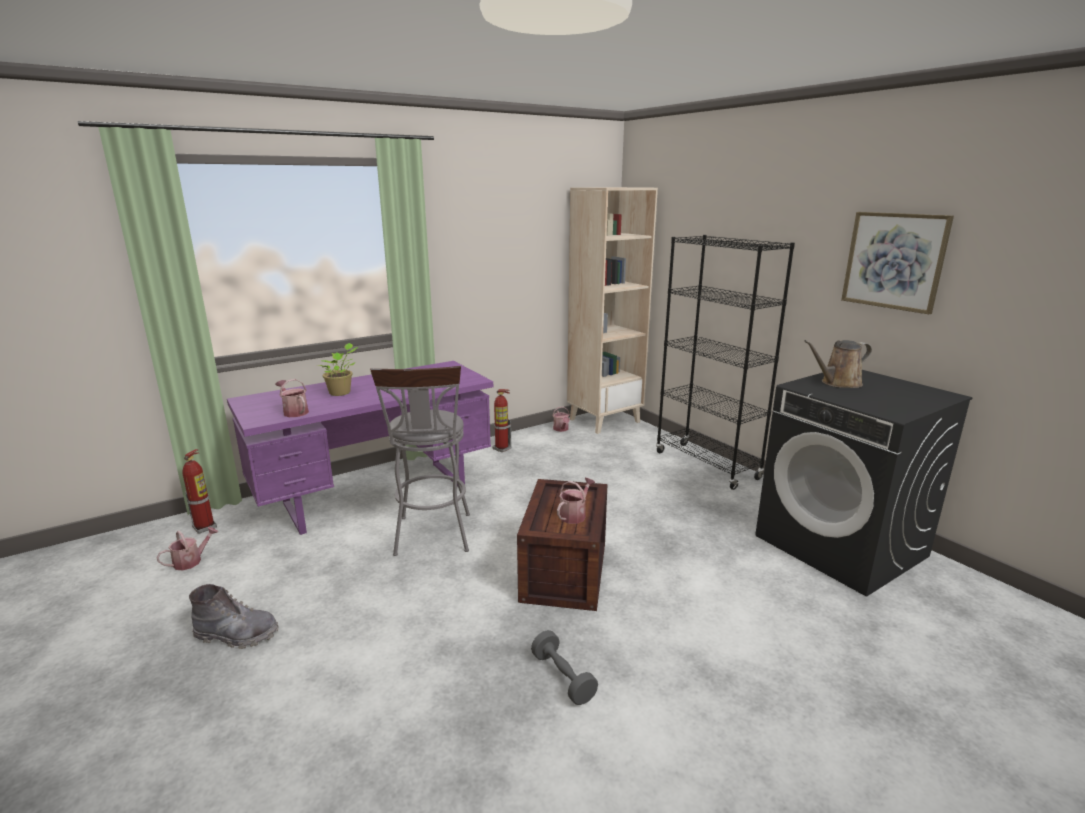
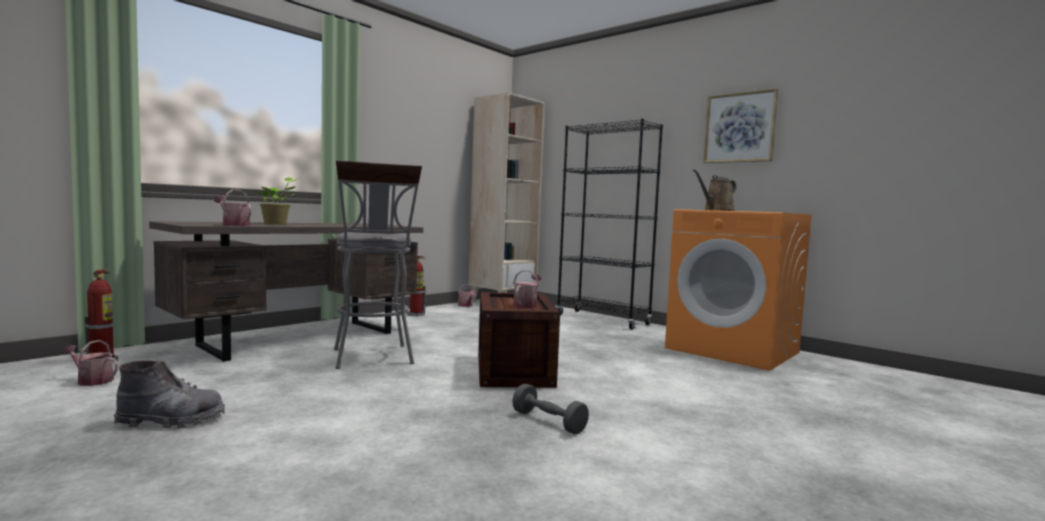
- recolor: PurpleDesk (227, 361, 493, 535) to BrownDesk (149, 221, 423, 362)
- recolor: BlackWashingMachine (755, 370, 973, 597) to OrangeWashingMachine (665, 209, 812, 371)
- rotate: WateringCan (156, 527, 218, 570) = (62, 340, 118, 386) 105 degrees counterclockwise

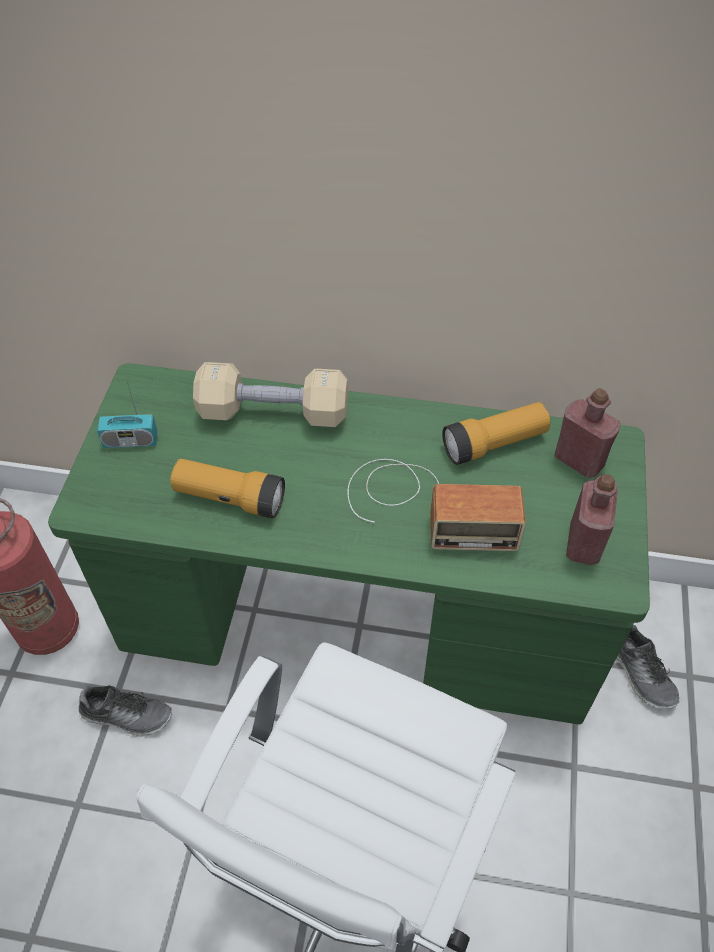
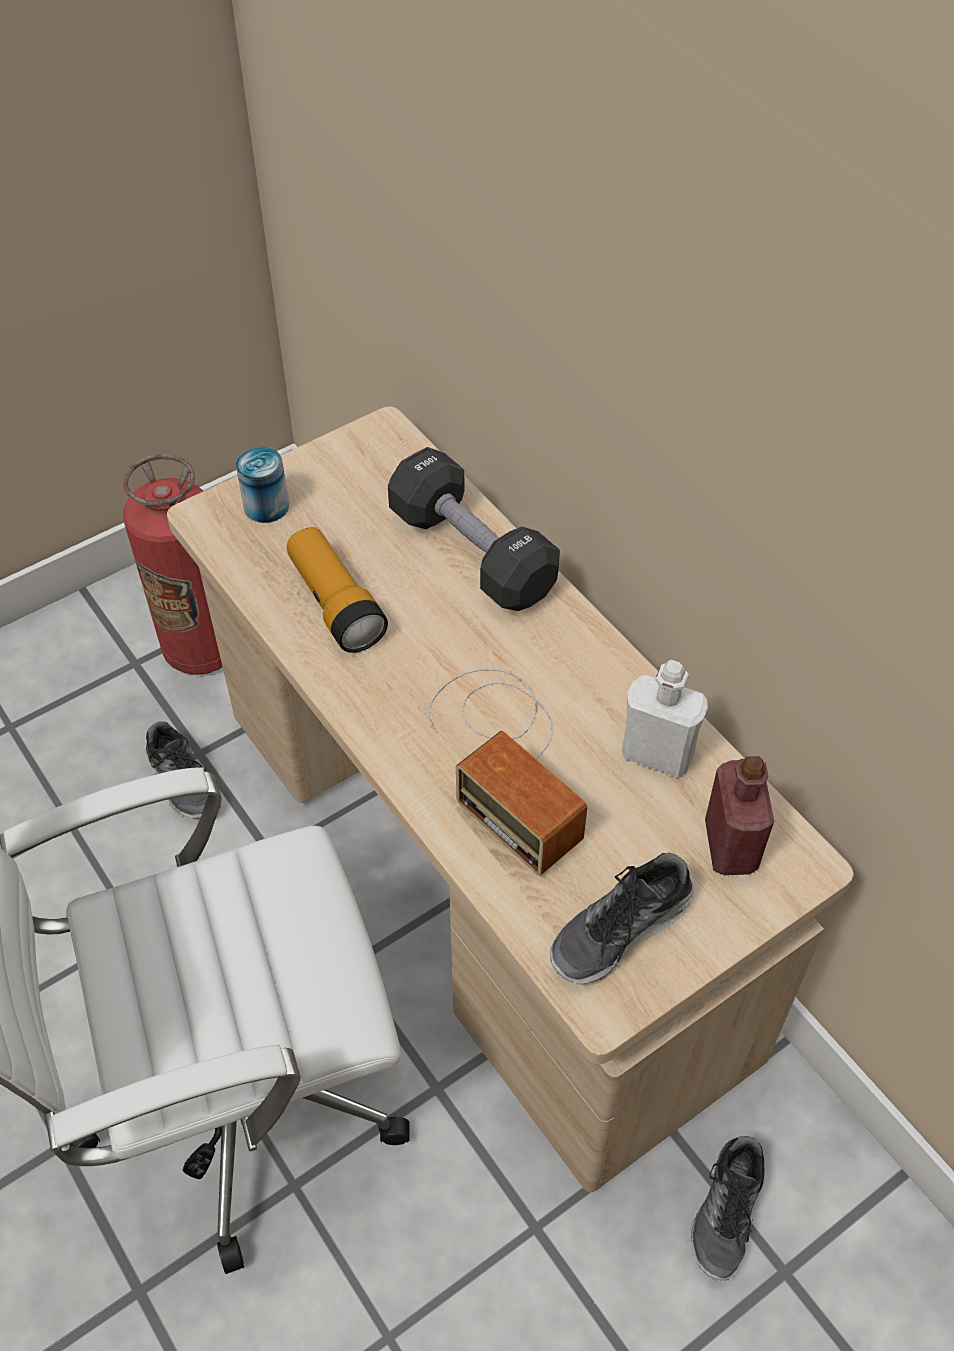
- recolor: BeigeDumbbell (193, 362, 348, 427) to BlackDumbbell (388, 447, 560, 611)
- recolor: GreenDesk (48, 363, 650, 724) to BeigeDesk (167, 406, 854, 1192)
- delete: Radio (97, 379, 157, 448)
- replace: Flashlight (442, 402, 550, 465) to WhiteBottle (622, 660, 708, 778)
- replace: RedBottle (566, 474, 618, 565) to Shoe (550, 852, 694, 985)
- insert: Can (236, 447, 289, 523)

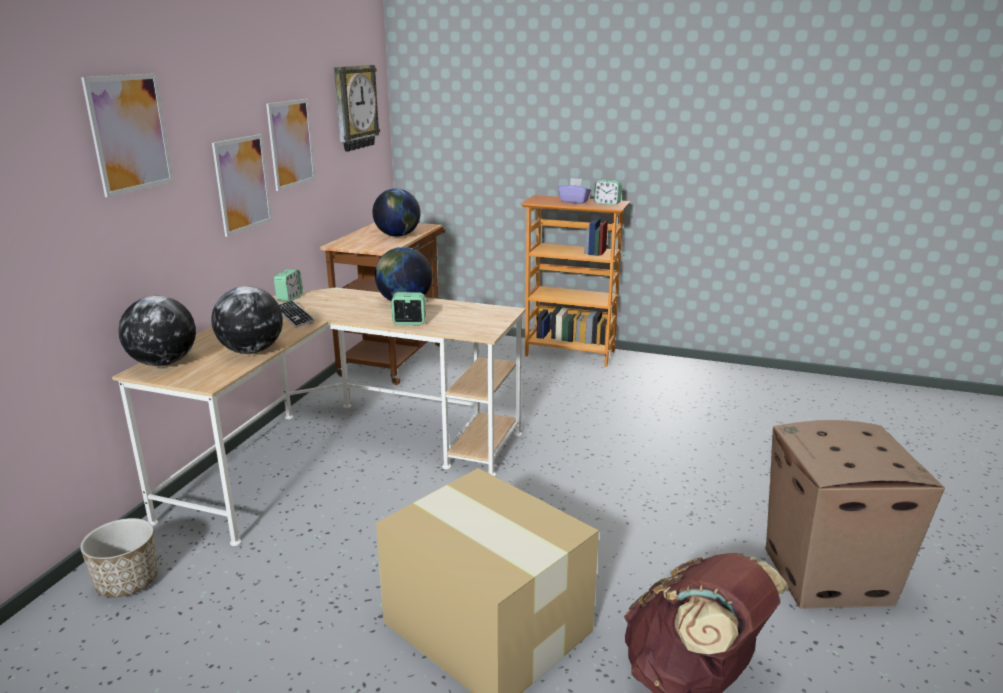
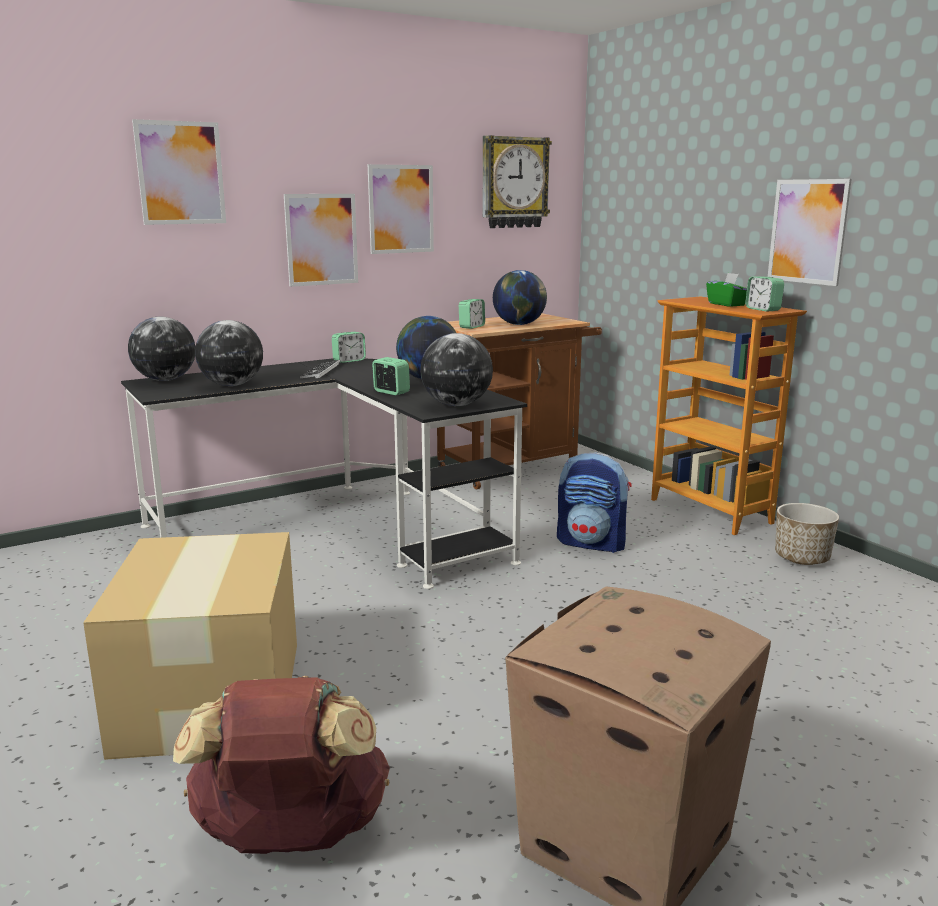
- recolor: PurpleTissueBox (558, 178, 591, 204) to GreenTissueBox (706, 273, 747, 307)
- recolor: BeigeDesk (112, 287, 526, 546) to BlackDesk (121, 358, 527, 589)
- move: Planter (80, 518, 158, 597) to (775, 503, 839, 565)
- insert: Picture (768, 179, 852, 286)
- insert: AlarmClock (459, 299, 485, 329)
- insert: Globe (420, 333, 493, 406)
- insert: Backpack (557, 453, 632, 553)

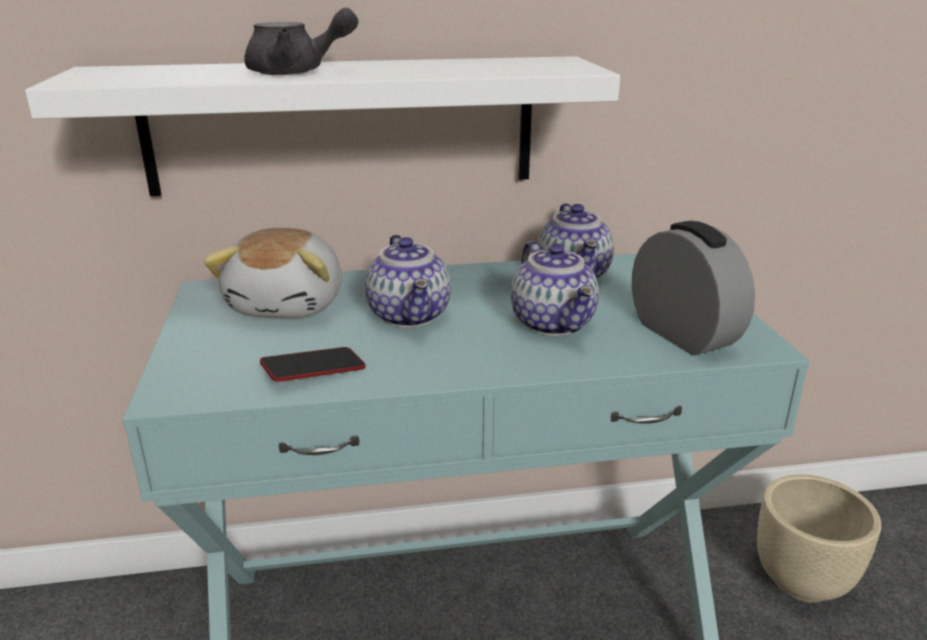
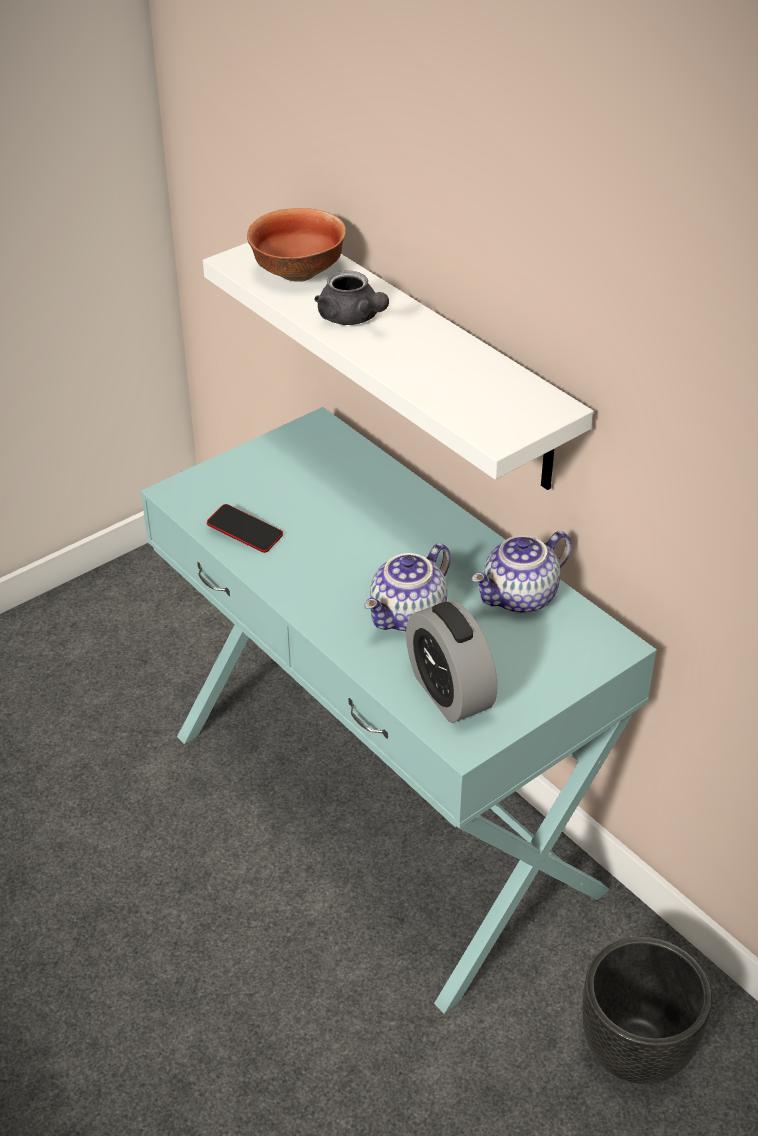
- rotate: AlarmClock (632, 221, 755, 356) = (406, 601, 497, 723) 120 degrees clockwise
- delete: PlushToy (203, 228, 342, 318)
- delete: Teapot (365, 235, 451, 328)
- recolor: BeigePlanter (757, 474, 881, 603) to BlackPlanter (582, 937, 712, 1084)
- insert: Bowl (247, 208, 346, 281)

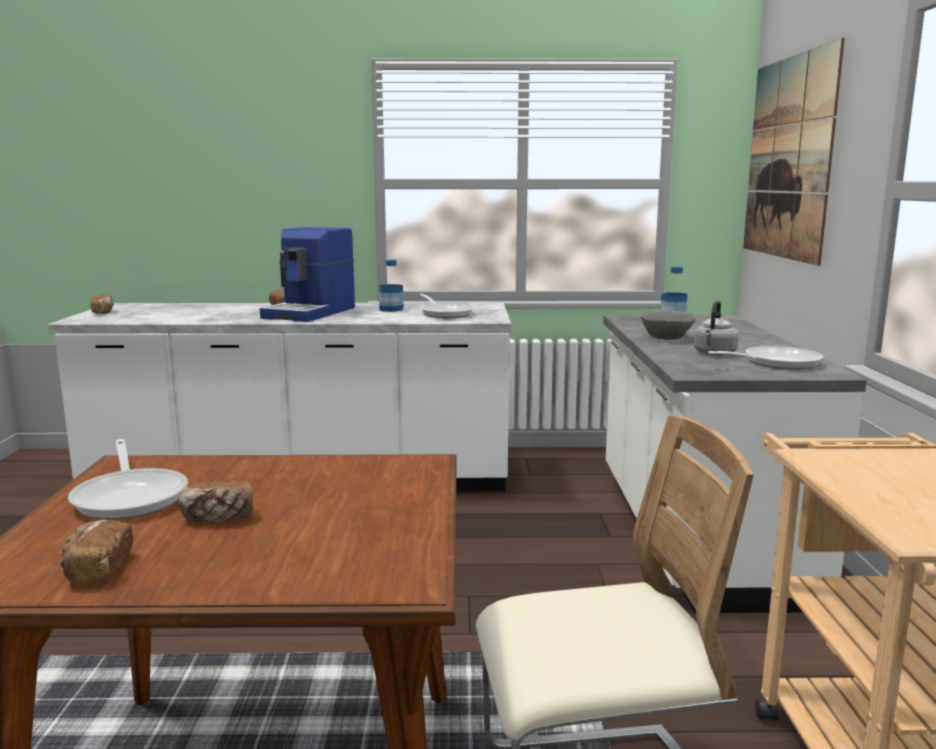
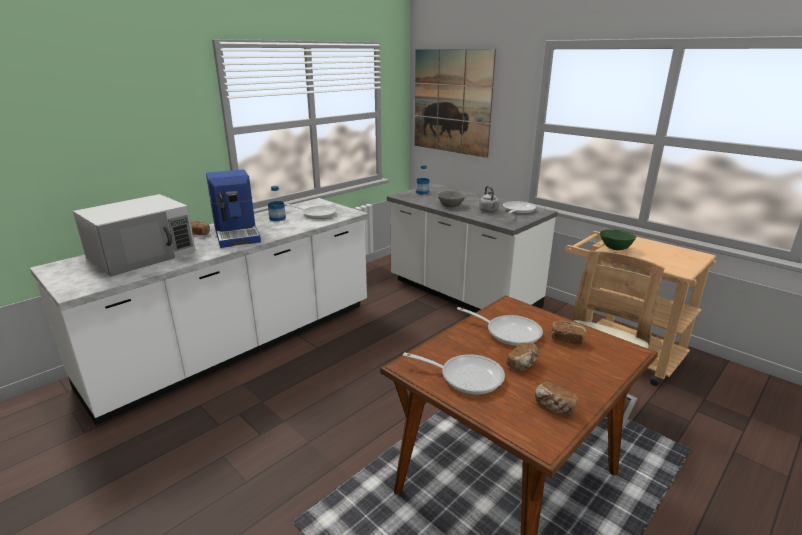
- move: Bread (90, 294, 114, 314) to (551, 321, 586, 345)
- insert: WhiteMicrowave (73, 194, 196, 277)
- insert: GreenBowl (600, 229, 636, 250)
- insert: FryingPan (457, 307, 543, 346)

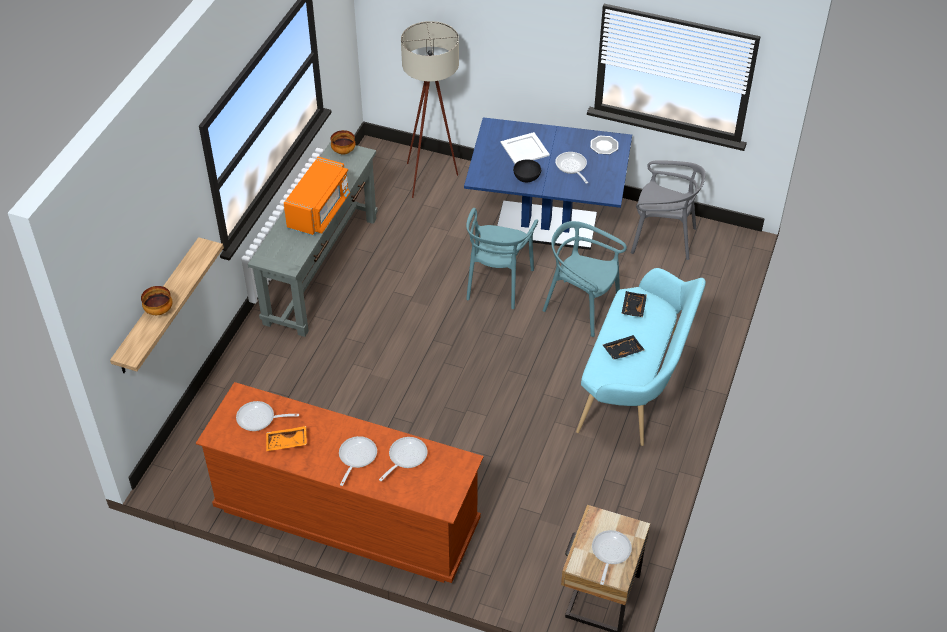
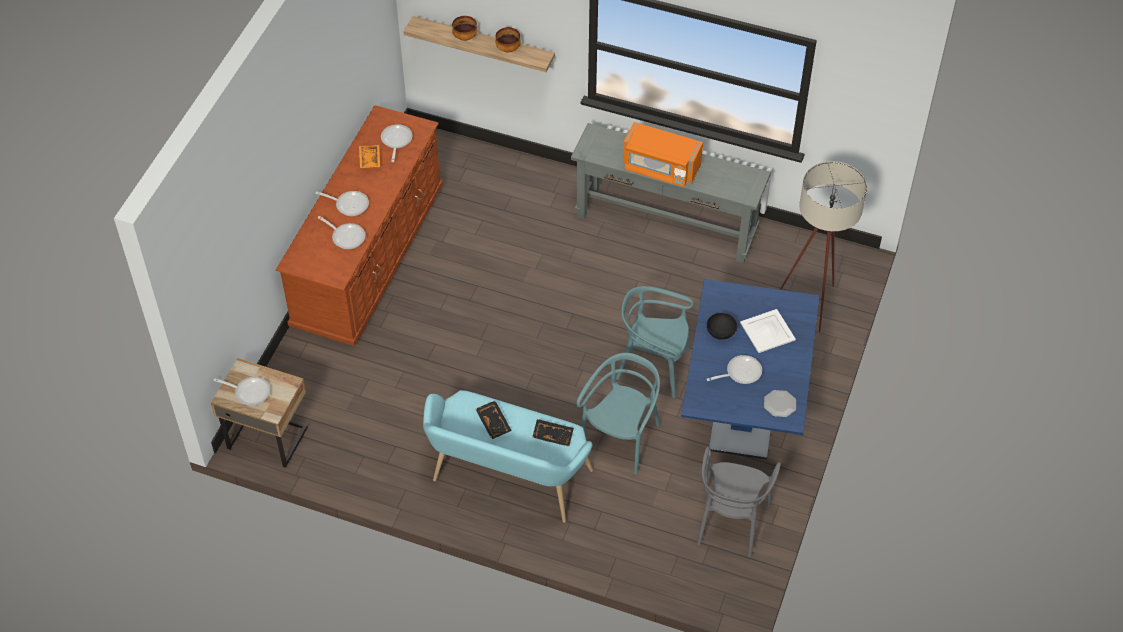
- move: Bowl (331, 130, 355, 155) to (495, 27, 521, 52)

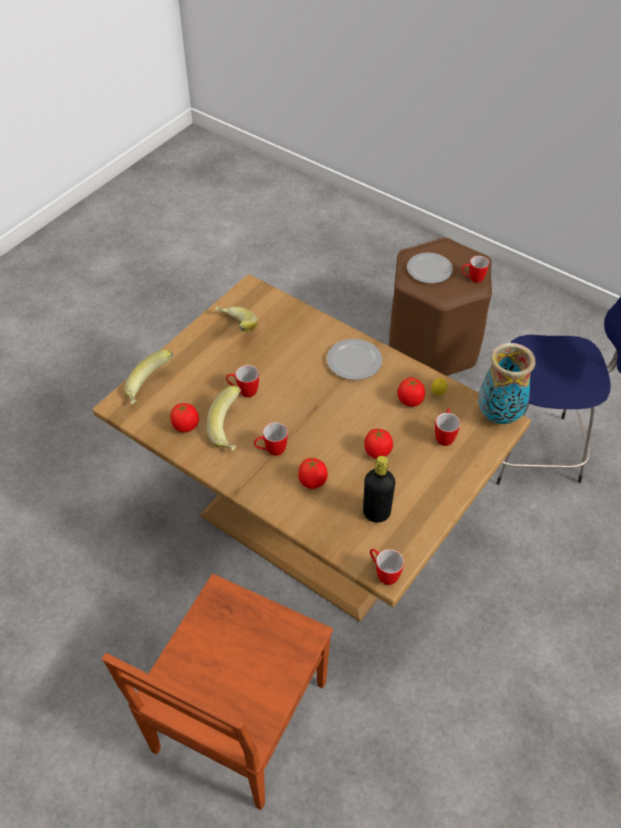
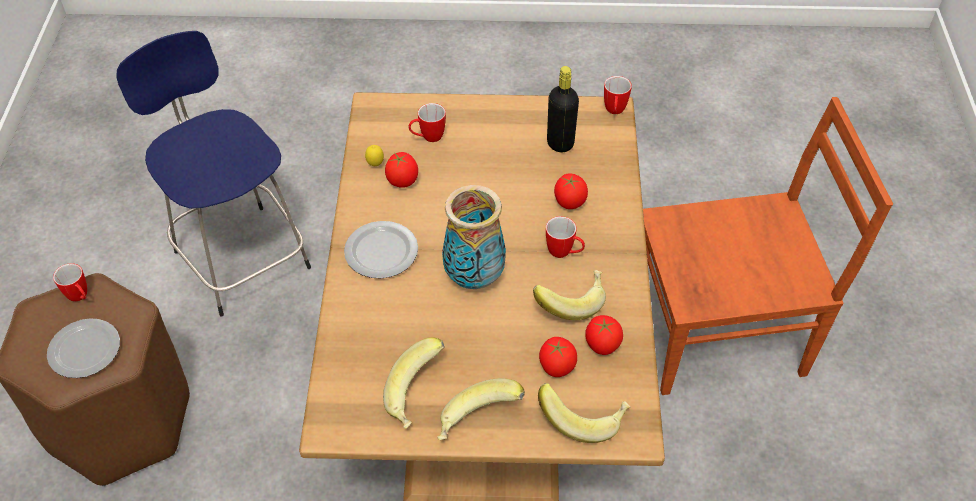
- move: Vase (478, 343, 536, 424) to (442, 185, 506, 289)
- delete: Mug (226, 365, 259, 397)
- move: Tomato (364, 428, 393, 459) to (539, 337, 577, 377)
- insert: Banana (437, 378, 524, 440)

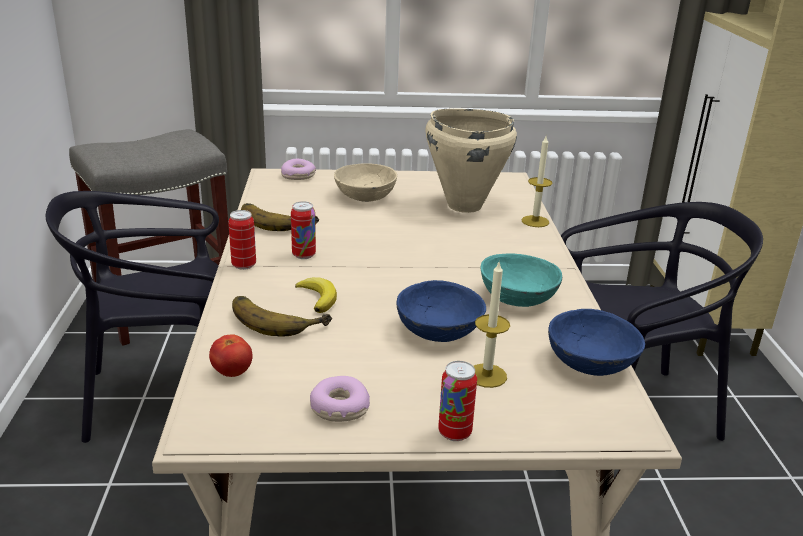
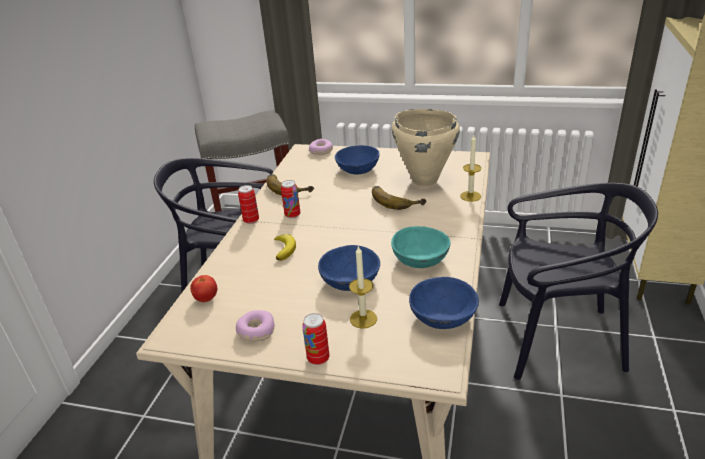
- recolor: BeigeBowl (334, 163, 397, 202) to BlueBowl (335, 145, 380, 174)
- move: Banana (232, 296, 332, 337) to (372, 186, 427, 210)

